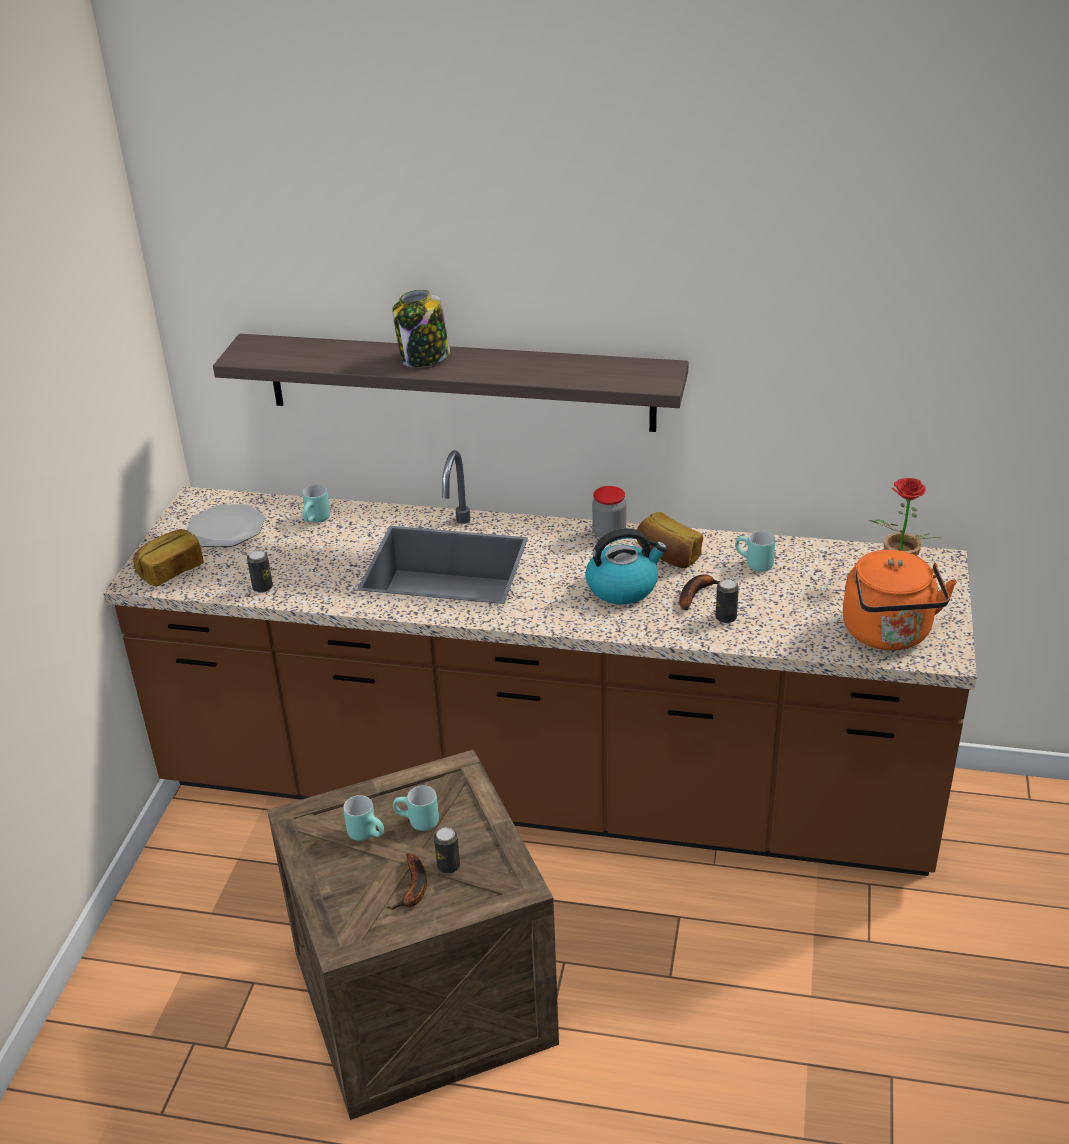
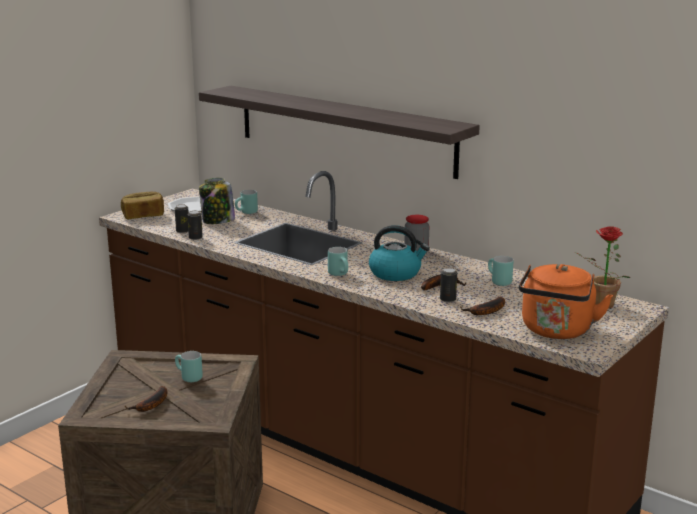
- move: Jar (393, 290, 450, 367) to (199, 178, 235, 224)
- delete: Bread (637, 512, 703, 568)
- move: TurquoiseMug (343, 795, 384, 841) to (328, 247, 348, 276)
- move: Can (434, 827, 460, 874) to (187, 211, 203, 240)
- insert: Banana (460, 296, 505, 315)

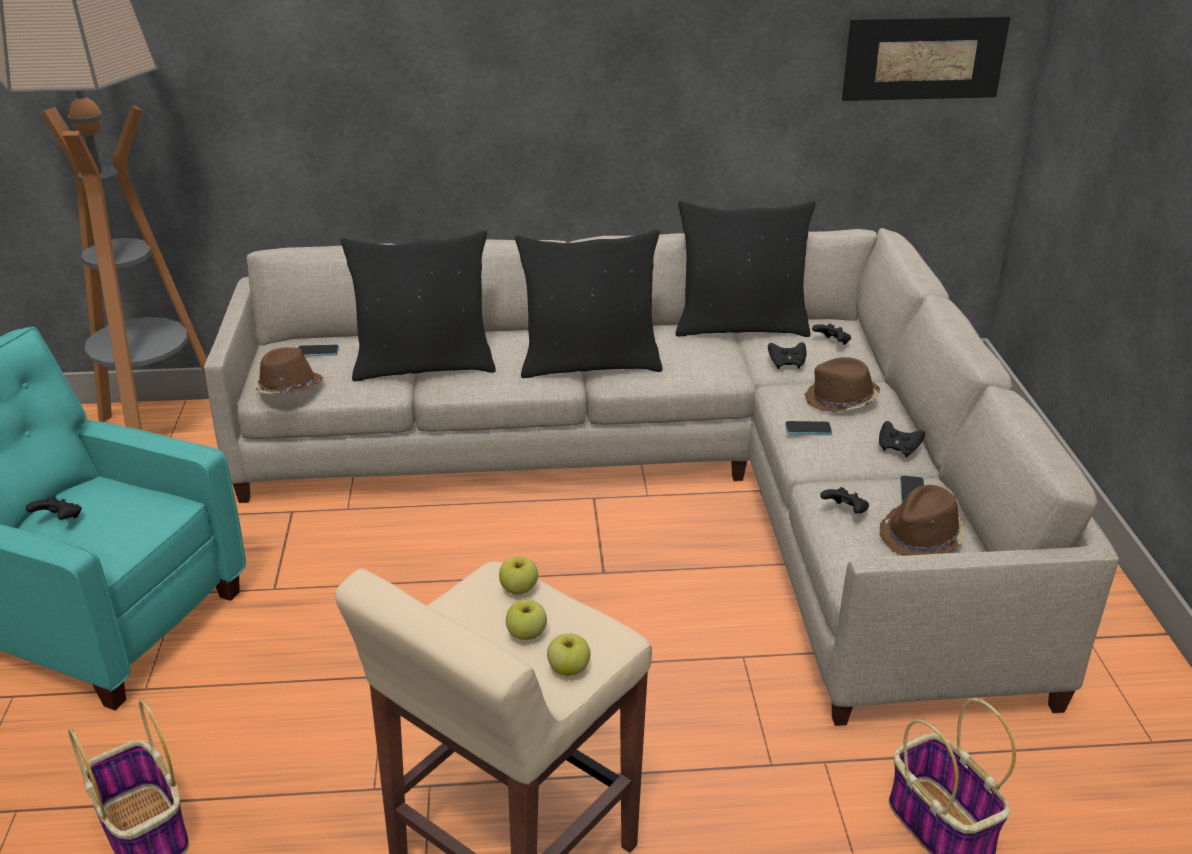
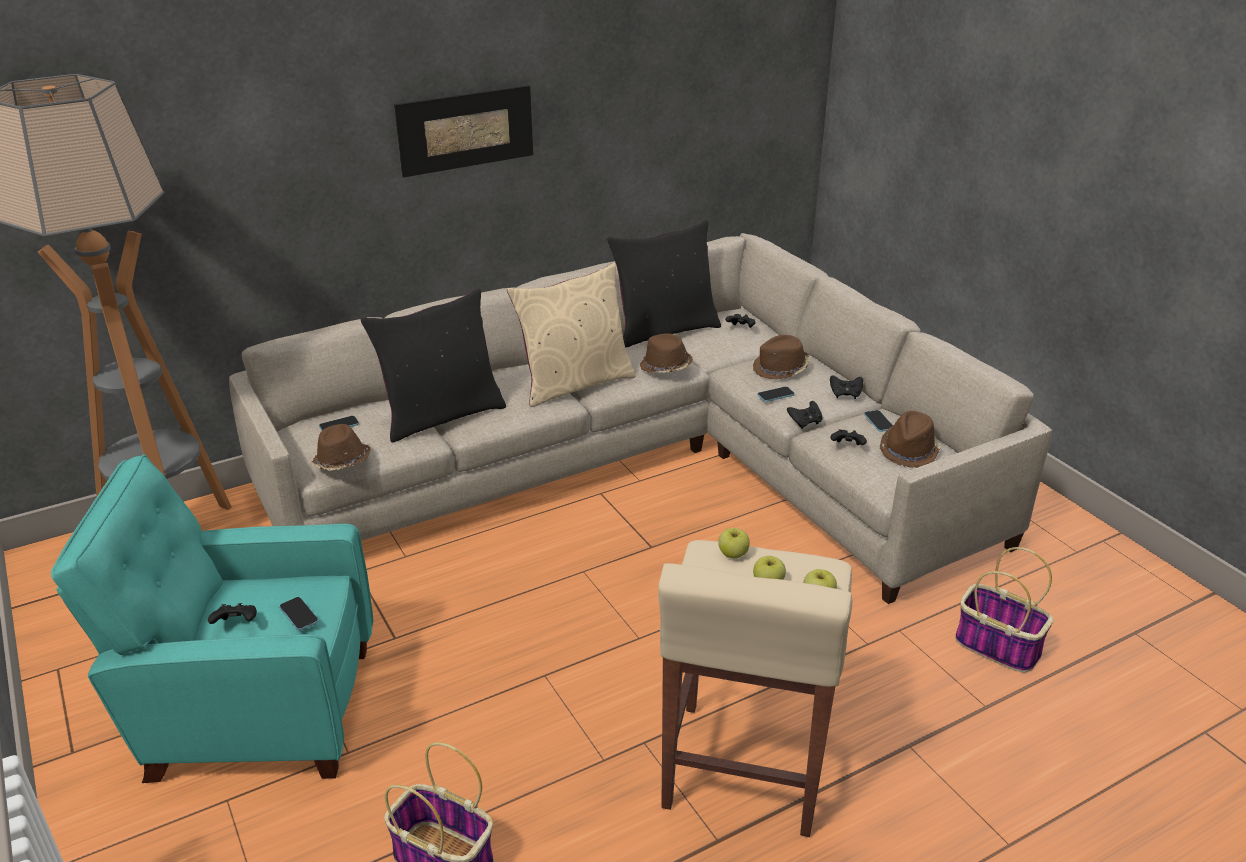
- move: Picture (842, 16, 1010, 101) to (394, 85, 533, 177)
- recolor: BlackPillow (515, 229, 663, 378) to BeigePillow (507, 263, 635, 407)
- move: BlackGameController (768, 342, 807, 369) to (787, 401, 823, 429)
- insert: BrownHat (640, 333, 693, 373)
- insert: Phone (279, 597, 319, 631)

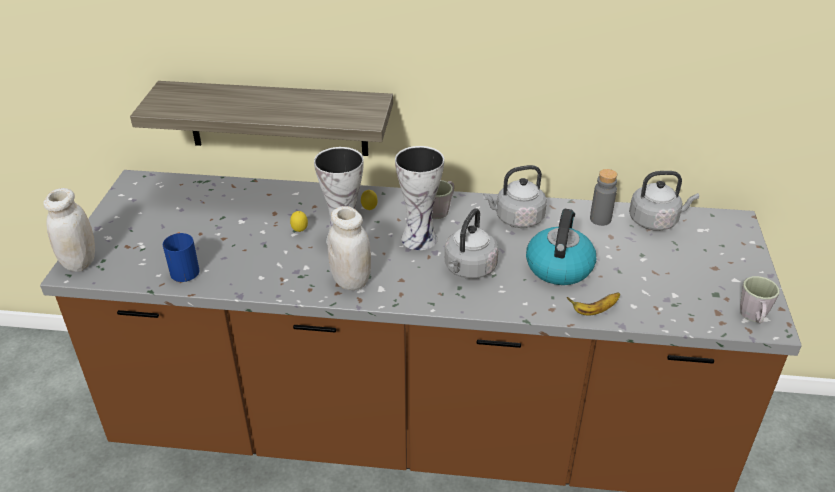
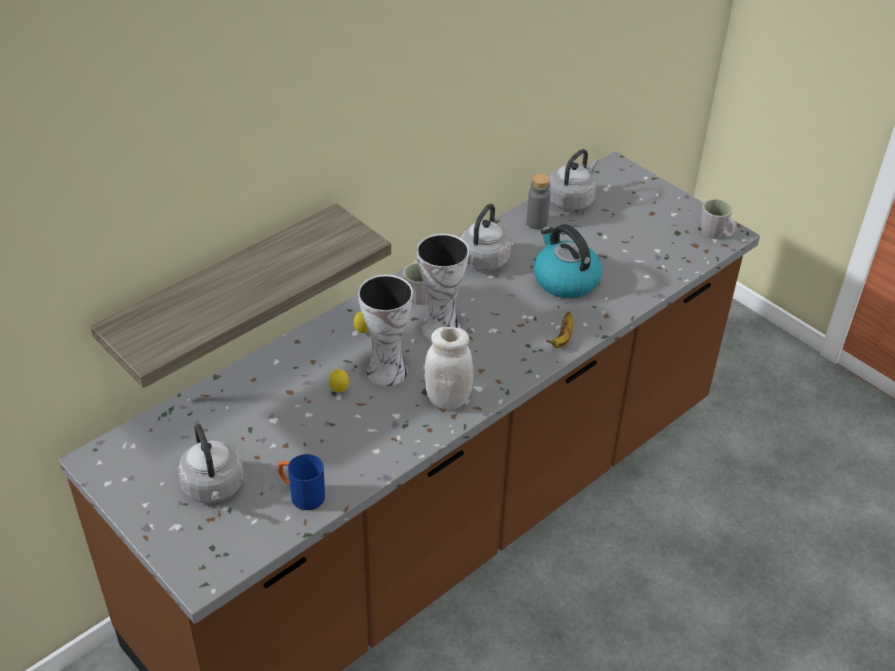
- delete: WhiteJar (43, 188, 95, 272)
- move: GreyKettle (445, 208, 498, 279) to (178, 424, 244, 503)
- move: Banana (567, 293, 620, 316) to (546, 312, 573, 348)

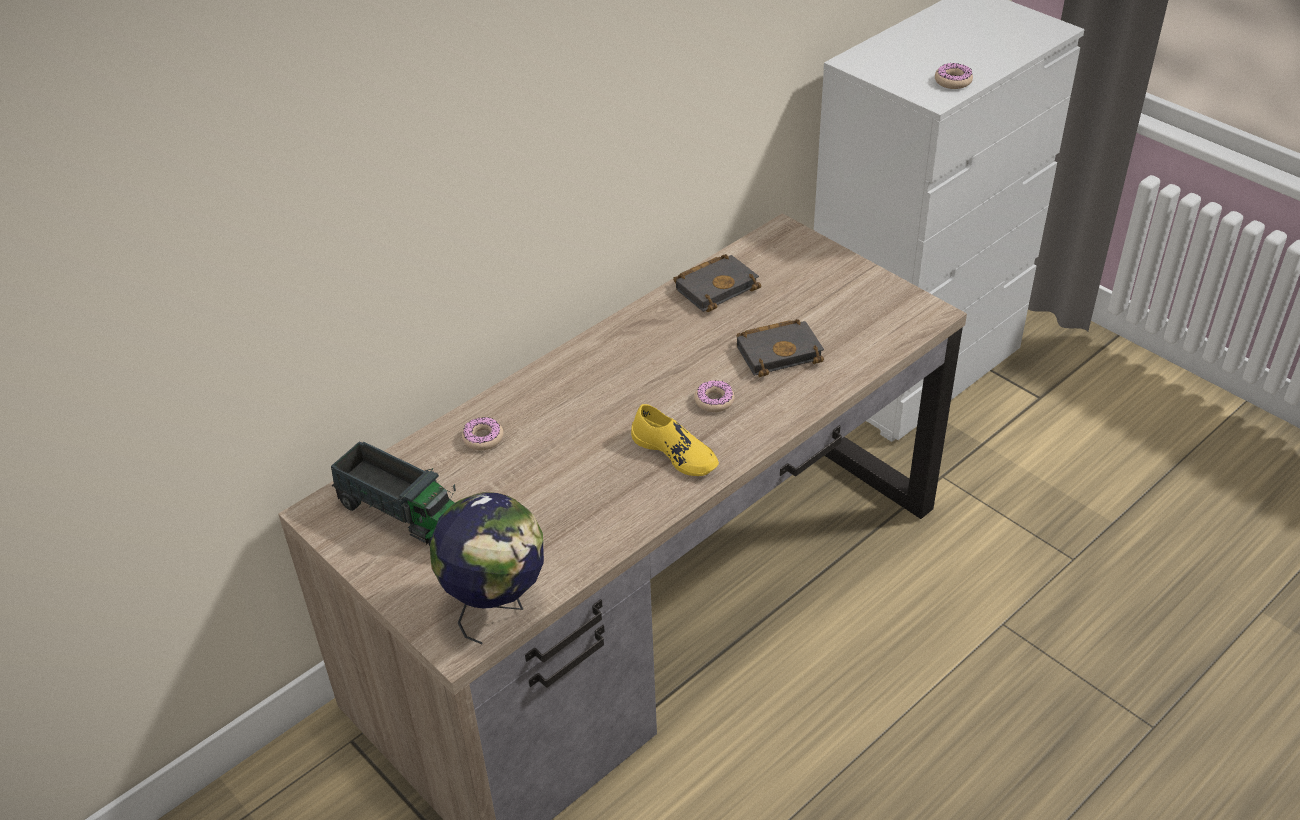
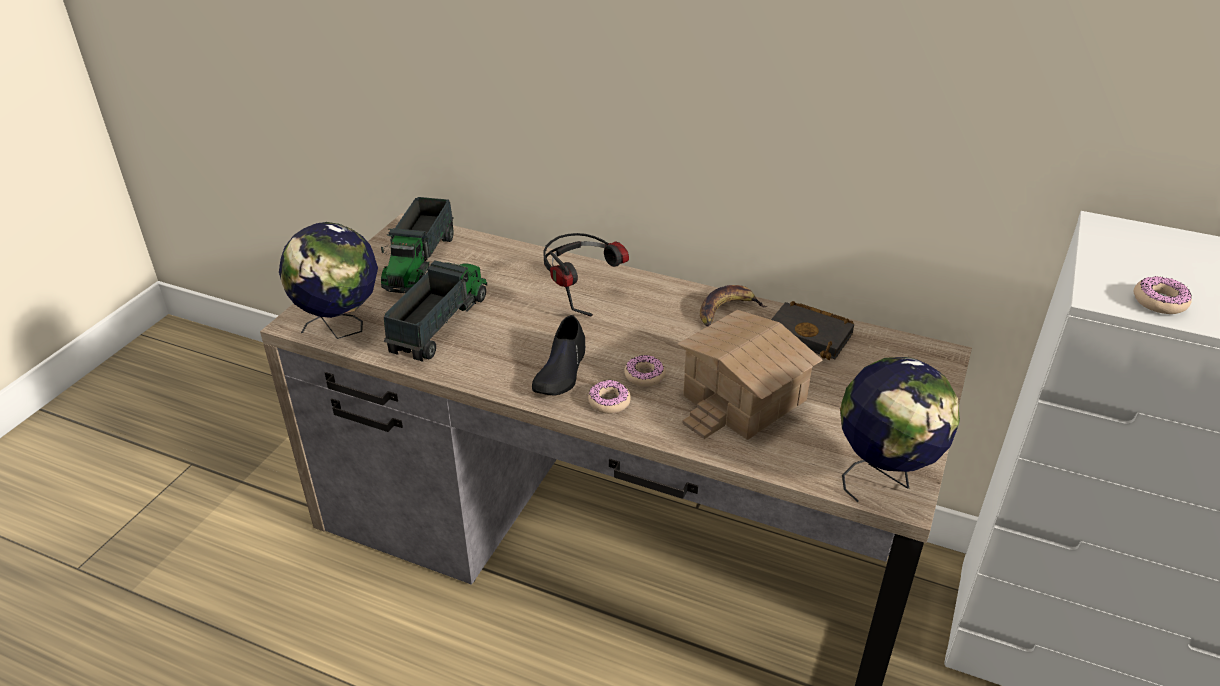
- replace: BlackBook (737, 319, 824, 377) to ToyHouse (677, 310, 823, 440)
- recolor: YellowShoe (631, 404, 719, 476) to BlackShoe (532, 315, 585, 395)
- move: Donut (462, 417, 504, 450) to (588, 380, 631, 414)
- insert: Headphones (543, 233, 629, 316)
- insert: ToyTruck (384, 260, 487, 362)
- insert: Banana (700, 285, 767, 326)
- insert: Globe (840, 357, 960, 502)

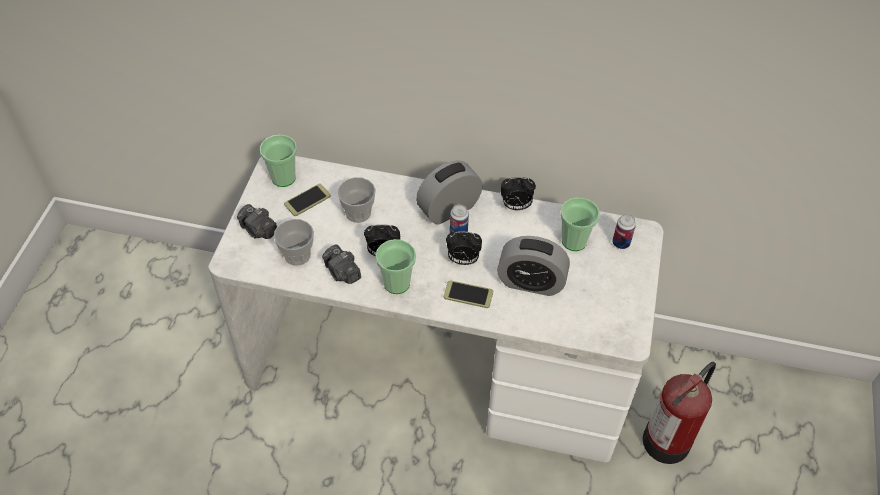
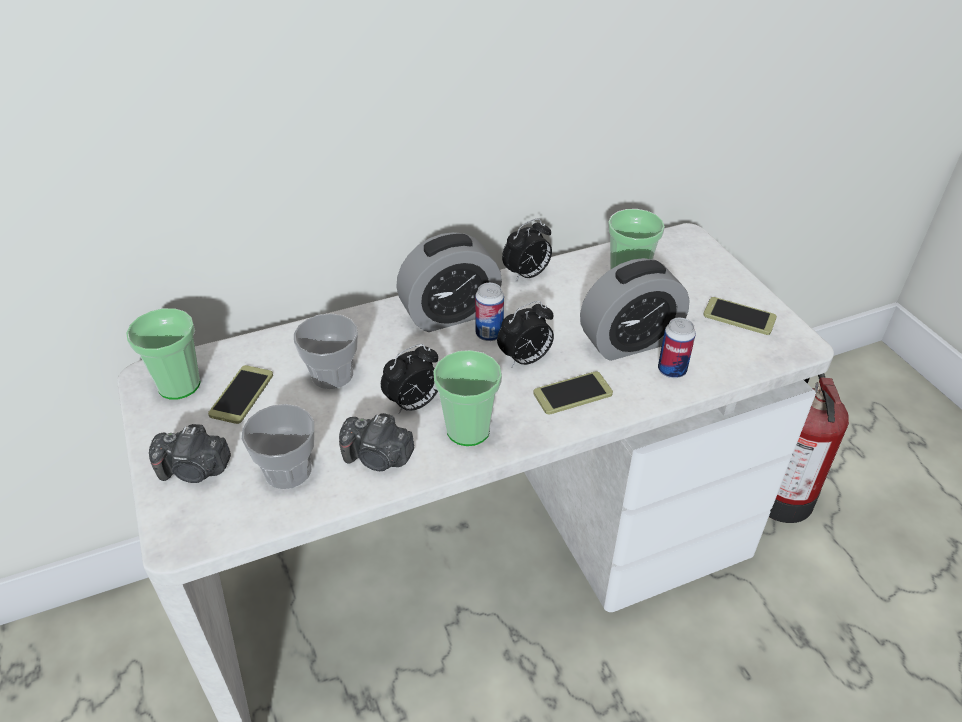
- rotate: AlarmClock (416, 160, 483, 224) = (396, 232, 502, 332) 135 degrees counterclockwise
- move: Can (612, 214, 636, 249) to (658, 318, 696, 378)
- insert: Phone (703, 297, 777, 335)

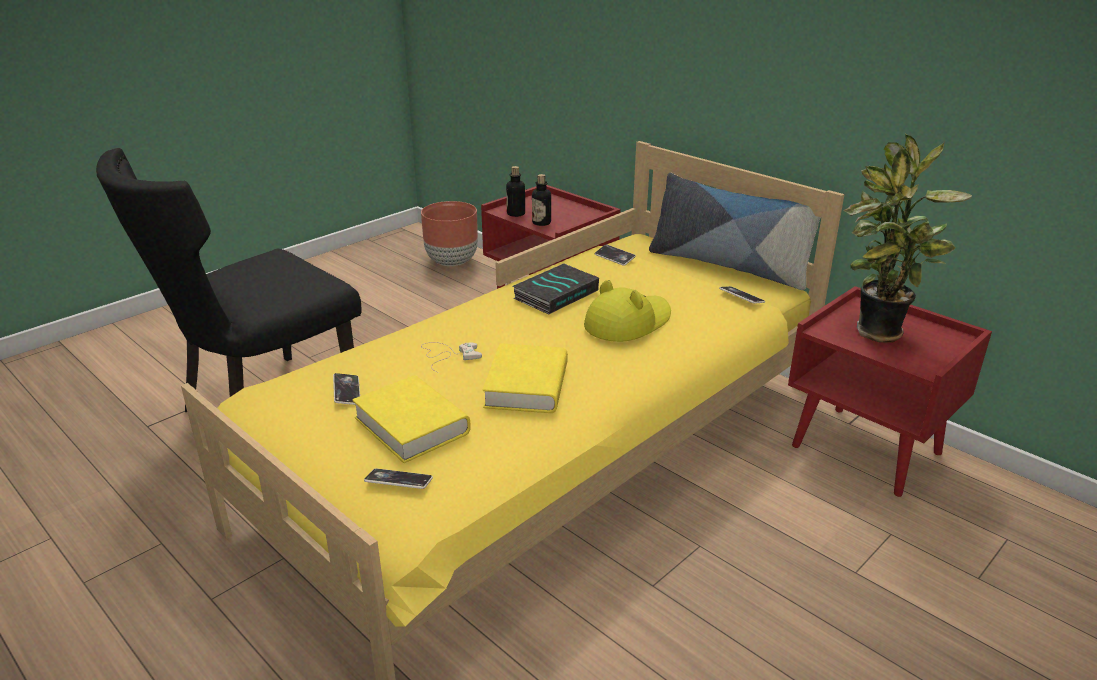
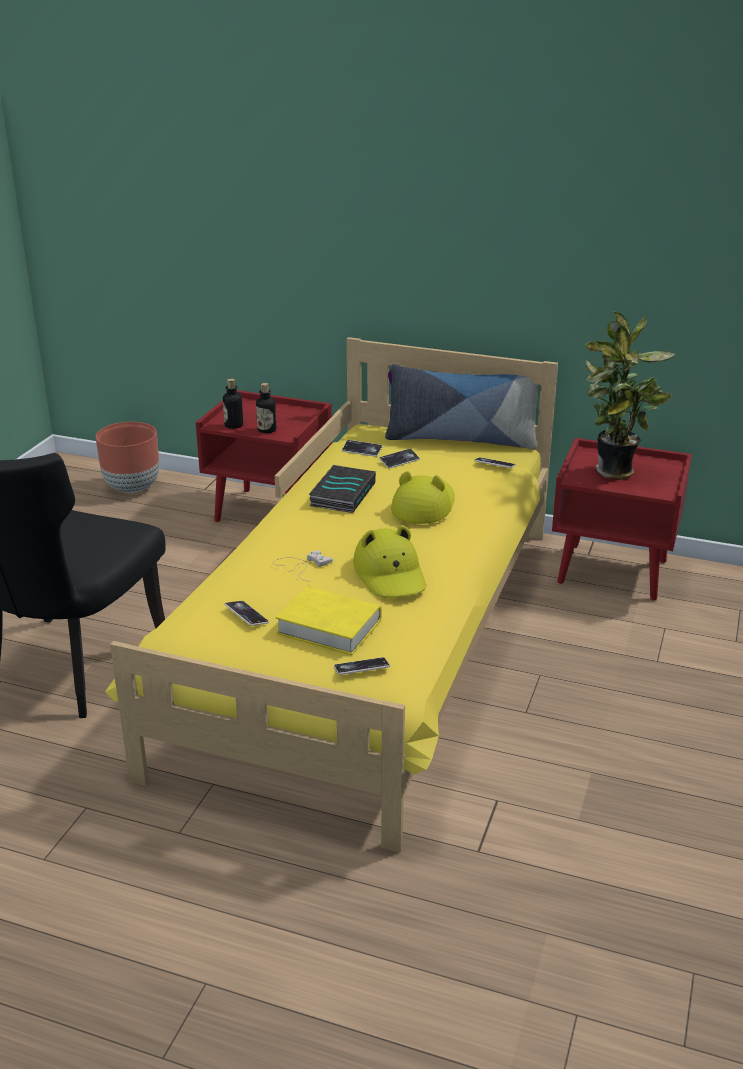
- replace: YellowBook (483, 343, 568, 413) to YellowHat (353, 525, 426, 598)
- insert: Phone (379, 449, 420, 468)

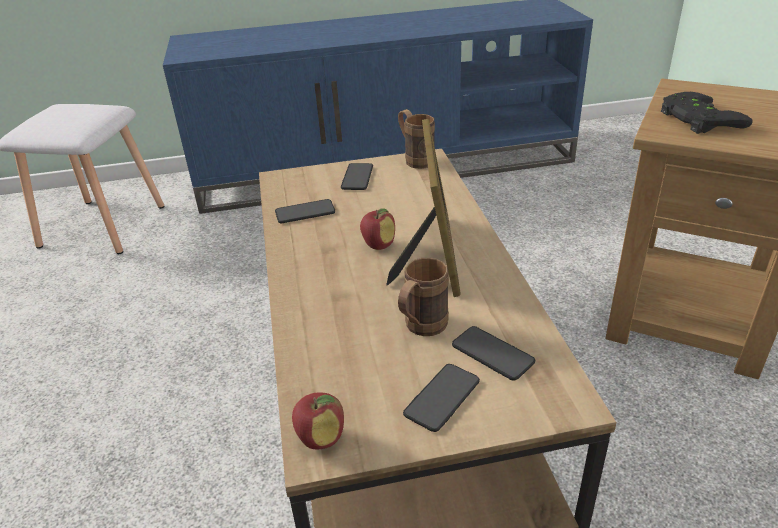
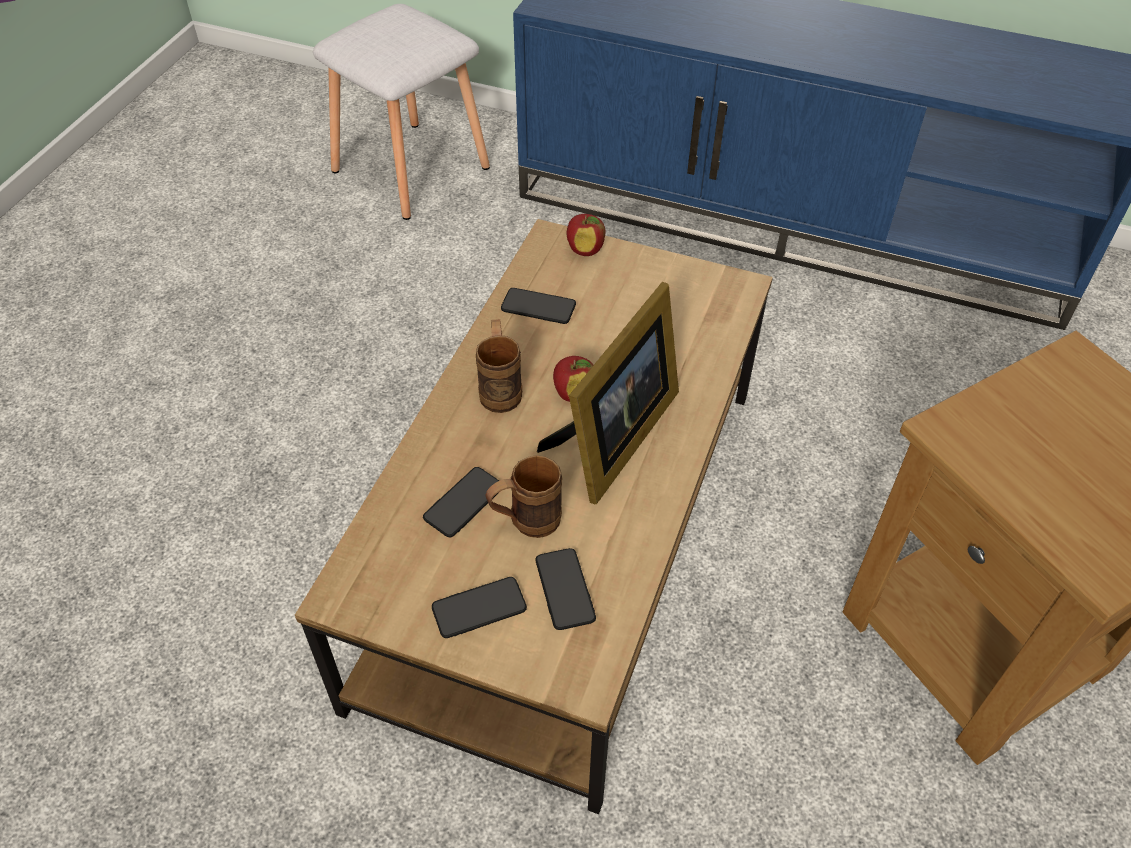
- delete: BlackGameController (661, 92, 752, 134)
- move: BrownMug (398, 109, 435, 169) to (476, 319, 522, 413)
- move: Phone (341, 163, 373, 190) to (423, 467, 499, 537)
- move: Apple (292, 392, 344, 449) to (567, 214, 605, 256)

